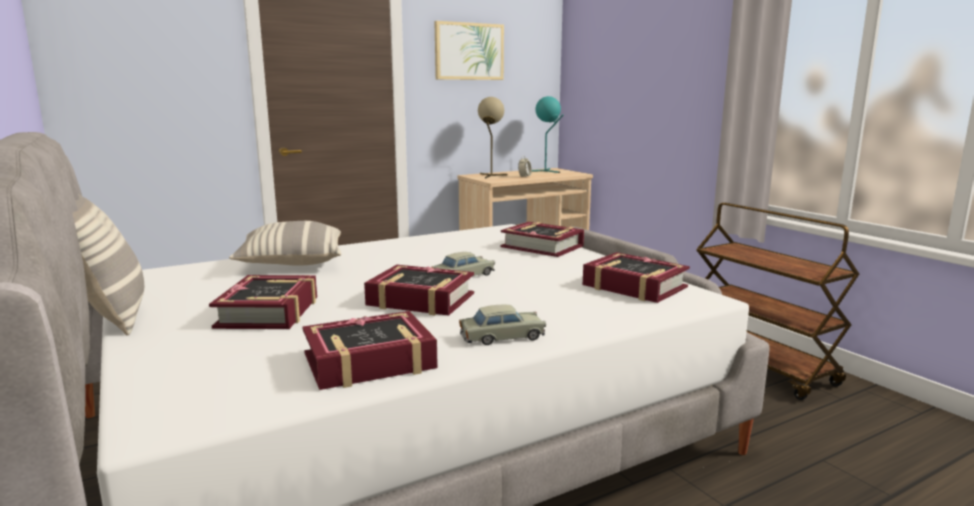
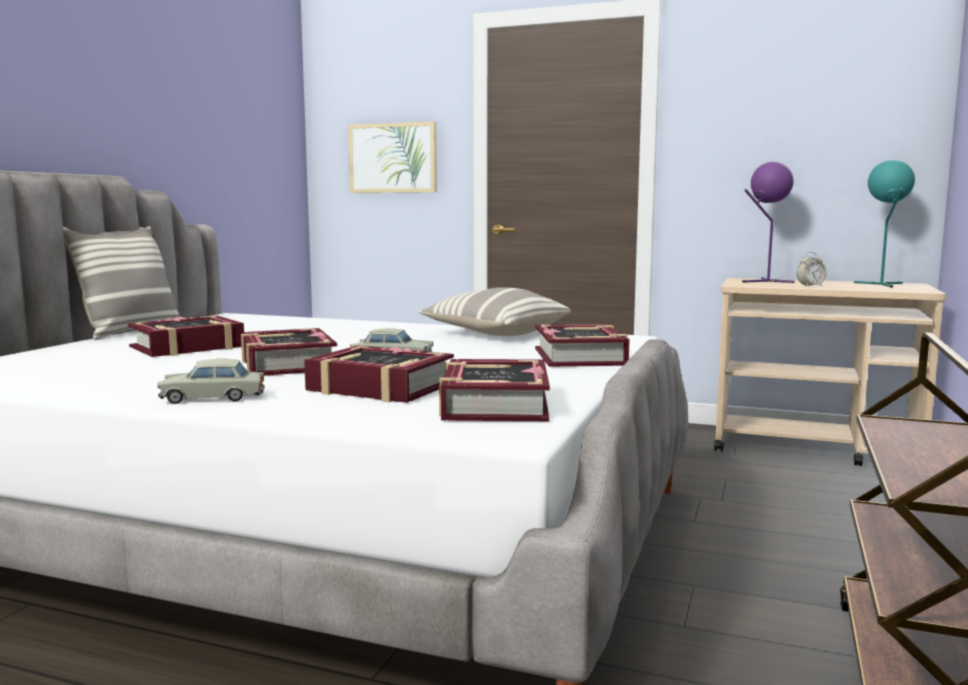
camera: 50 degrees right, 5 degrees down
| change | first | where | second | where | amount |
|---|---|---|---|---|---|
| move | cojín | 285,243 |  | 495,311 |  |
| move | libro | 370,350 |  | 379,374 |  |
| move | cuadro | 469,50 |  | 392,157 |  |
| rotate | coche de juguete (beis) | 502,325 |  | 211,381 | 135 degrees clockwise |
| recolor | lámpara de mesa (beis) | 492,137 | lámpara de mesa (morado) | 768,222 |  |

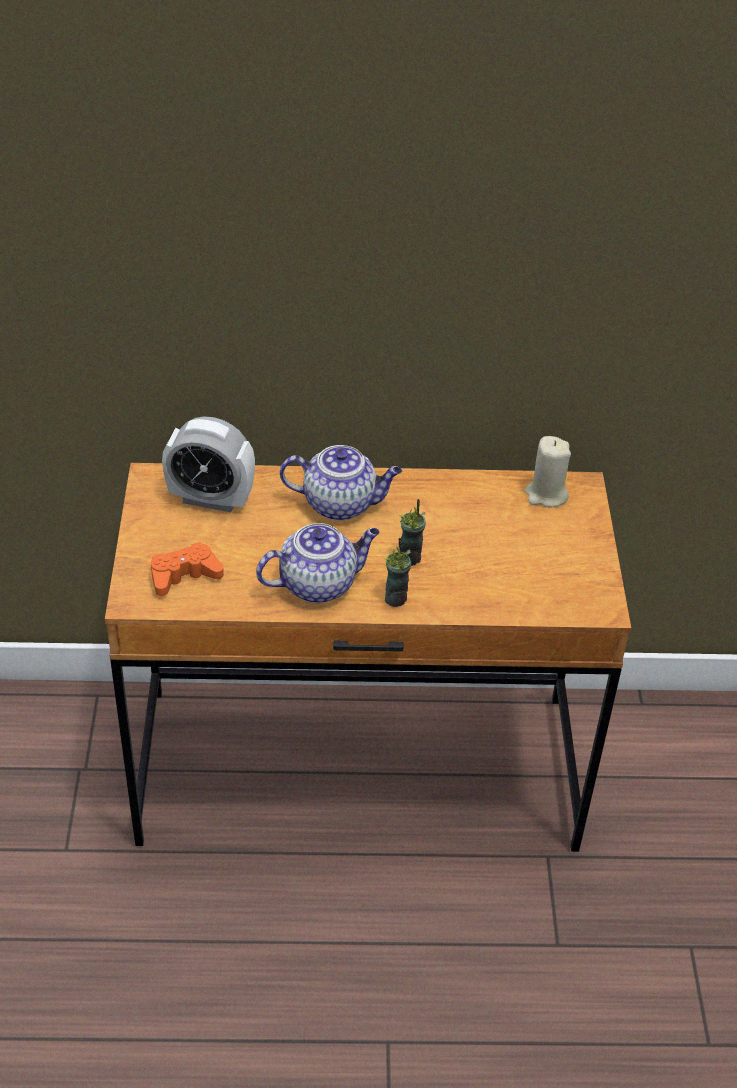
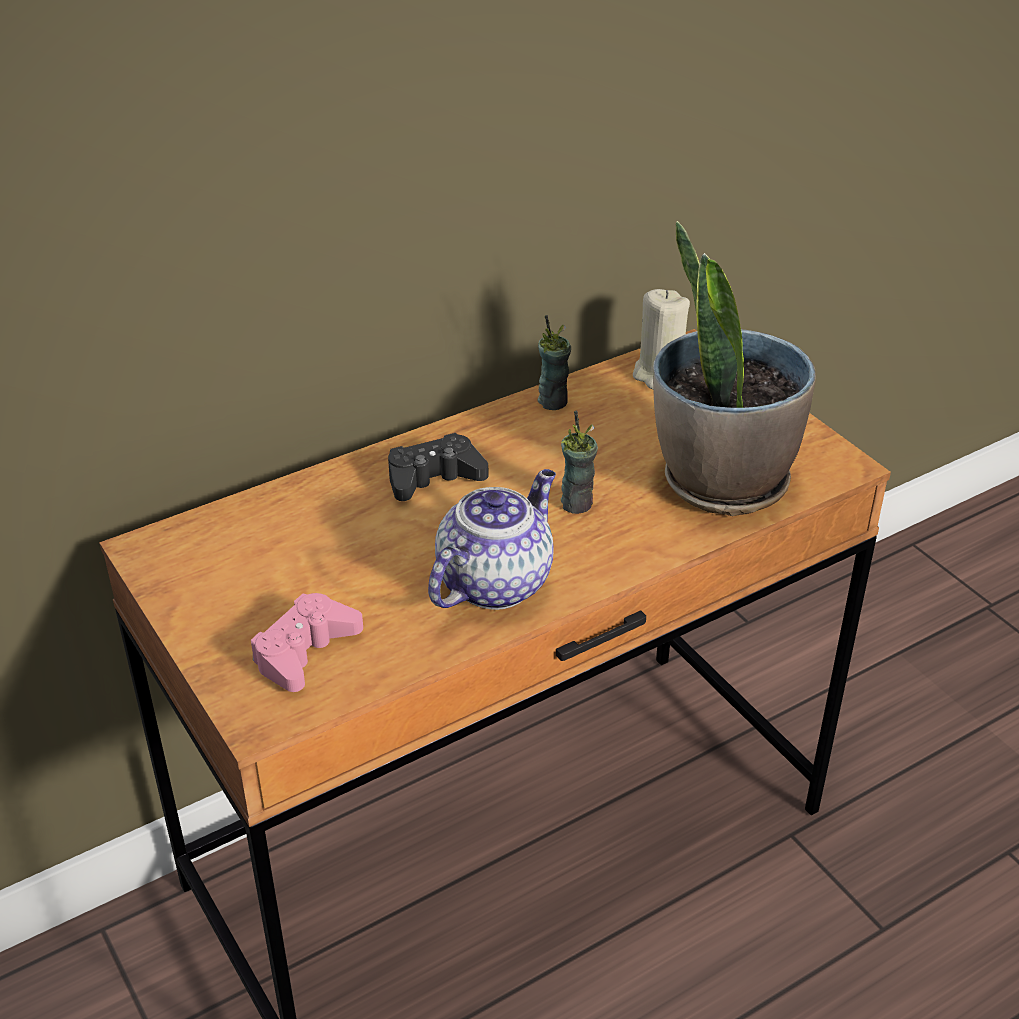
camera: 30 degrees left, 5 degrees down
| change | first | where | second | where | amount |
|---|---|---|---|---|---|
| recolor | mando de consola (naranja) | 187,569 | mando de consola (rosa) | 307,642 |  |
| delete | despertador | 208,464 |  |  |  |
| replace | tetera | 341,483 | mando de consola (negro) | 438,467 |  |
| move | taza | 397,572 |  | 554,362 |  |
| insert |  |  | planta en maceta | 734,368 |  |

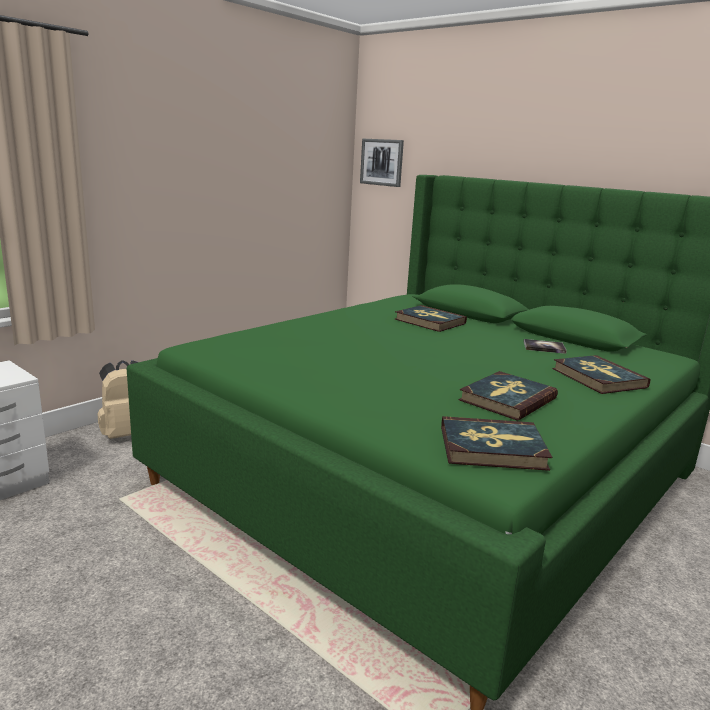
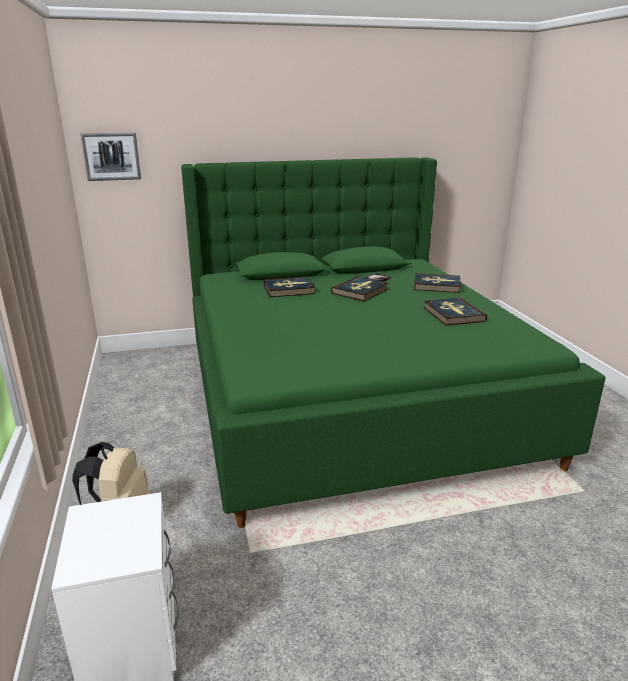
camera: 55 degrees left, 5 degrees up
| change | first | where | second | where | amount |
|---|---|---|---|---|---|
| move | libro | 496,443 |  | 359,288 |  |

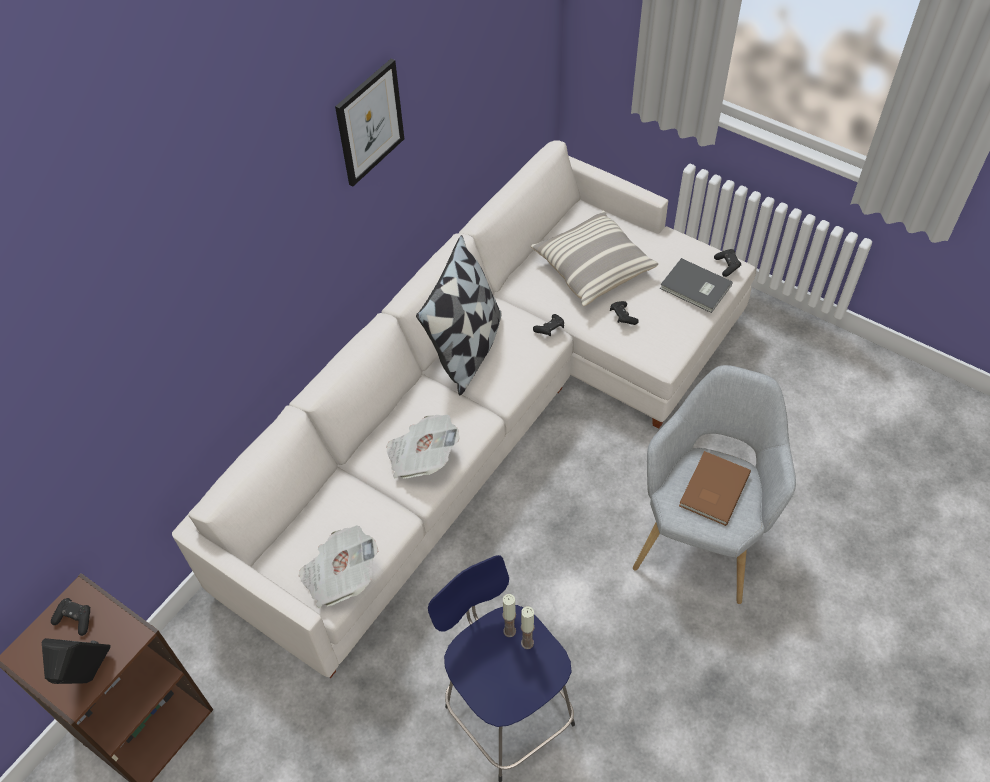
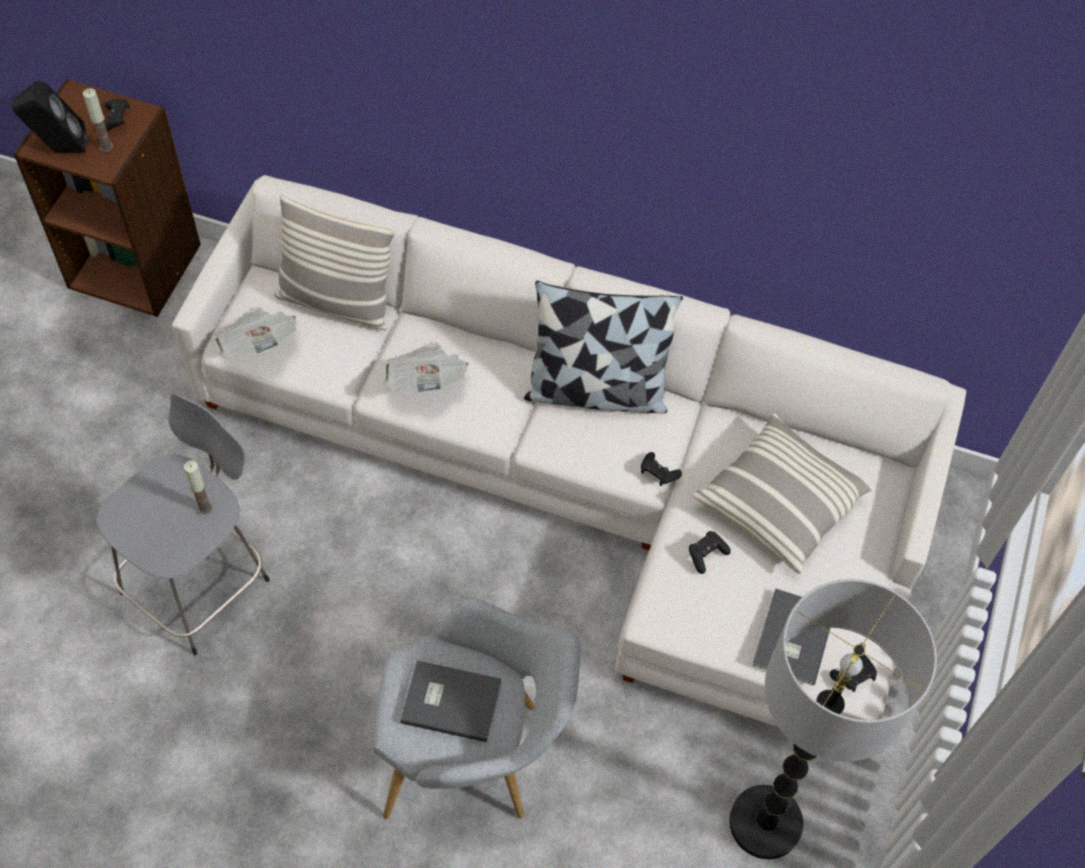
camera: 70 degrees right, 5 degrees up
| change | first | where | second | where | amount |
|---|---|---|---|---|---|
| delete | cuadro | 369,122 |  |  |  |
| recolor | taburete (azul) | 501,668 | taburete (gris) | 183,524 |  |
| move | vela | 527,627 |  | 98,120 |  |
| recolor | libro (marrón) | 715,488 | libro (gris) | 451,701 |  |
| insert |  |  | cojín | 334,262 |  |
| insert |  |  | lámpara de pie | 833,719 |  |

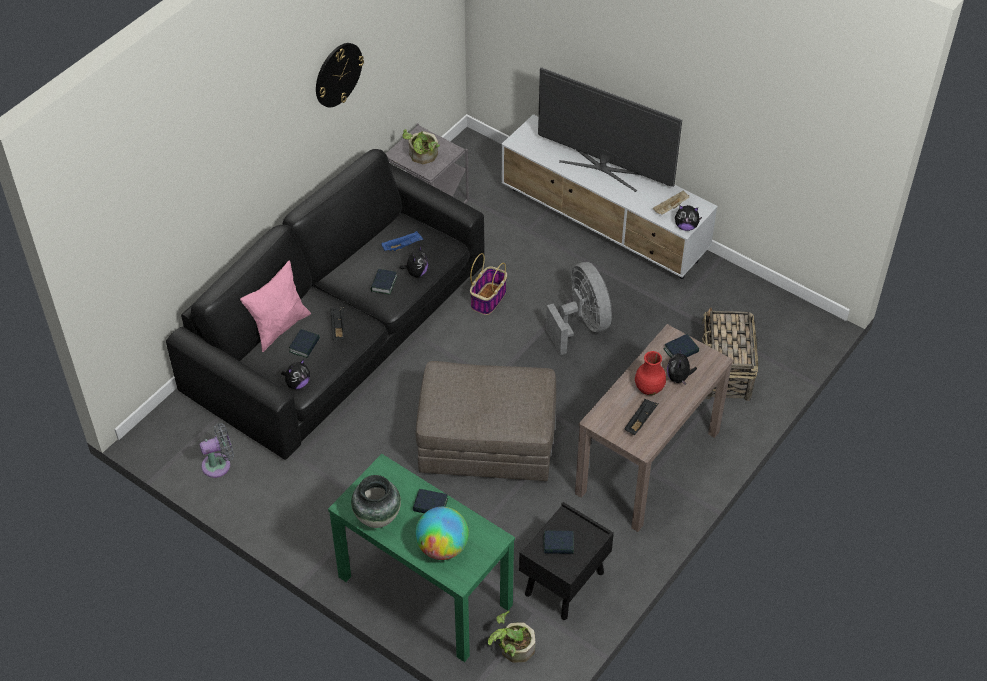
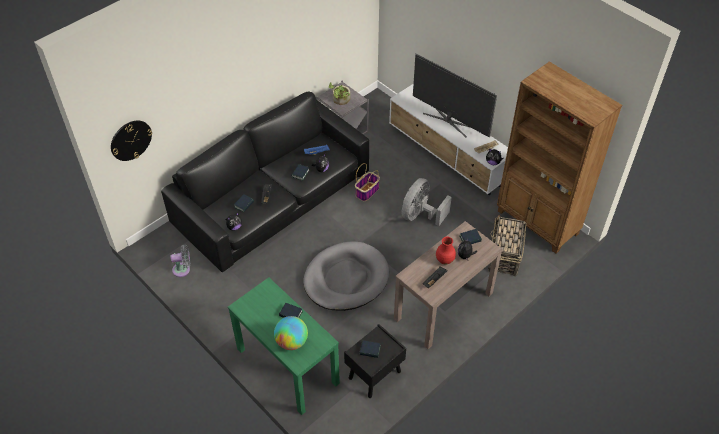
camera: 10 degrees right, 0 degrees up
| change | first | where | second | where | amount |
|---|---|---|---|---|---|
| delete | cojín (rosa) | 275,306 |  |  |  |
| move | reloj de pared | 340,75 |  | 131,141 |  |
| delete | florero | 376,501 |  |  |  |
| replace | puf (gris) | 486,421 | cama para perro (gris) | 346,276 |  |
| delete | planta en maceta | 511,637 |  |  |  |
| rotate | ventilador (gris) | 579,308 |  | 427,202 | 135 degrees counterclockwise |
| insert |  |  | estantería (marrón) | 559,158 |  |

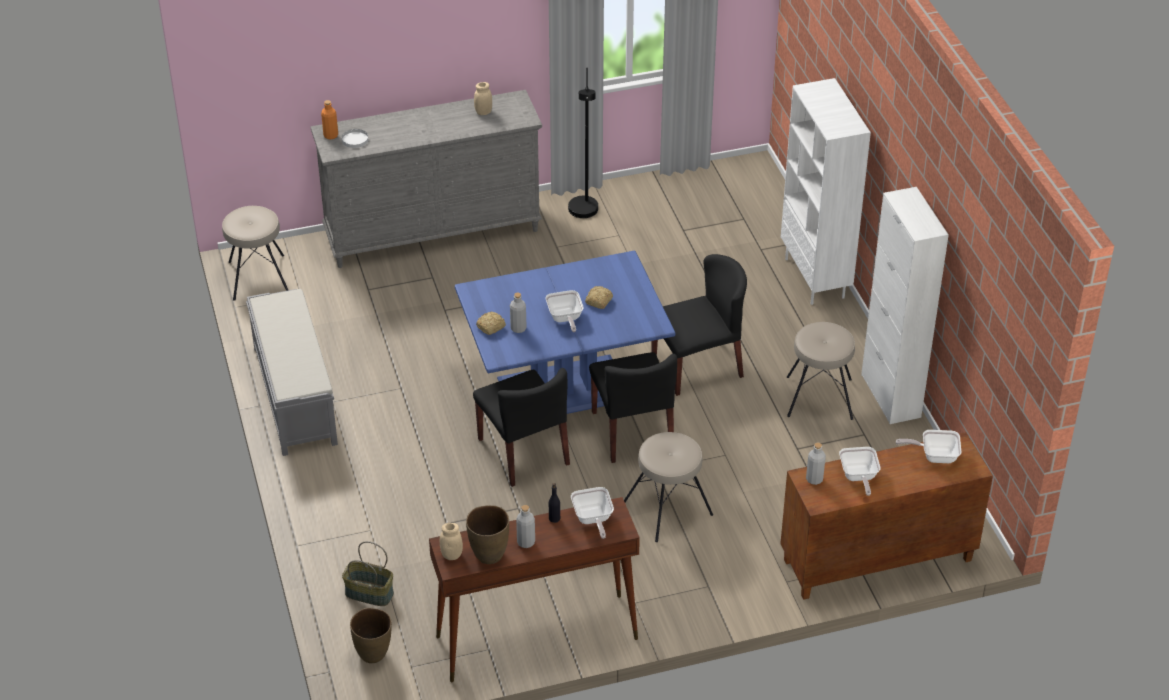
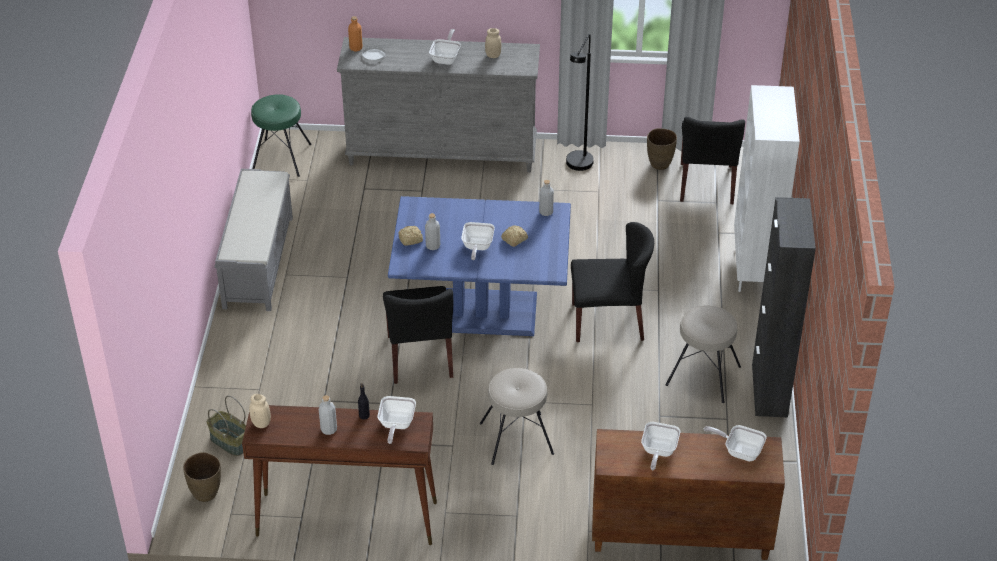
camera: 20 degrees right, 0 degrees up
| change | first | where | second | where | amount |
|---|---|---|---|---|---|
| recolor | taburete (beis) | 255,253 | taburete (verde) | 281,135 |  |
| move | florero (marrón) | 487,534 |  | 662,149 |  |
| move | silla (negro) | 633,407 |  | 712,160 |  |
| move | botella (gris) | 816,463 |  | 546,198 |  |
| recolor | armario (blanco) | 905,305 | armario (negro) | 784,307 |  |
| insert |  |  | sartén | 445,47 |  |

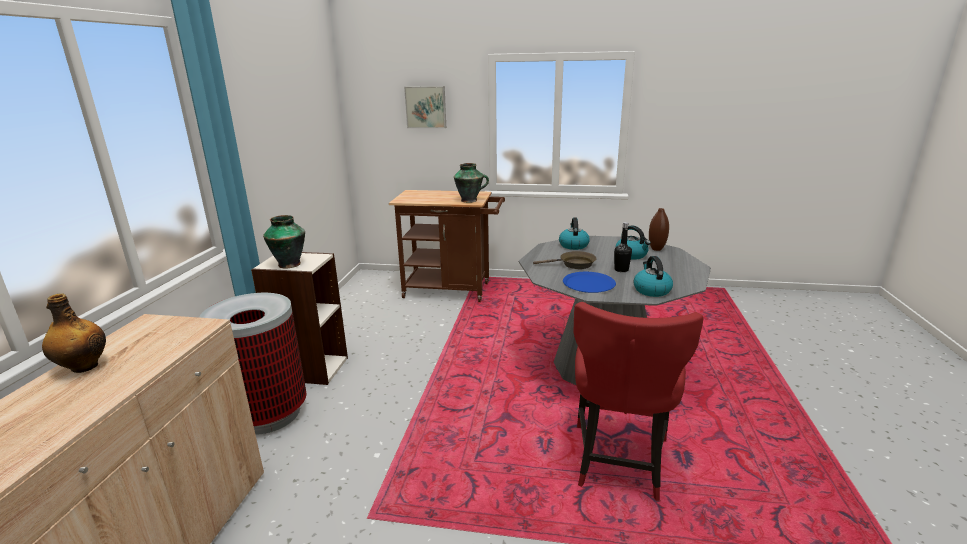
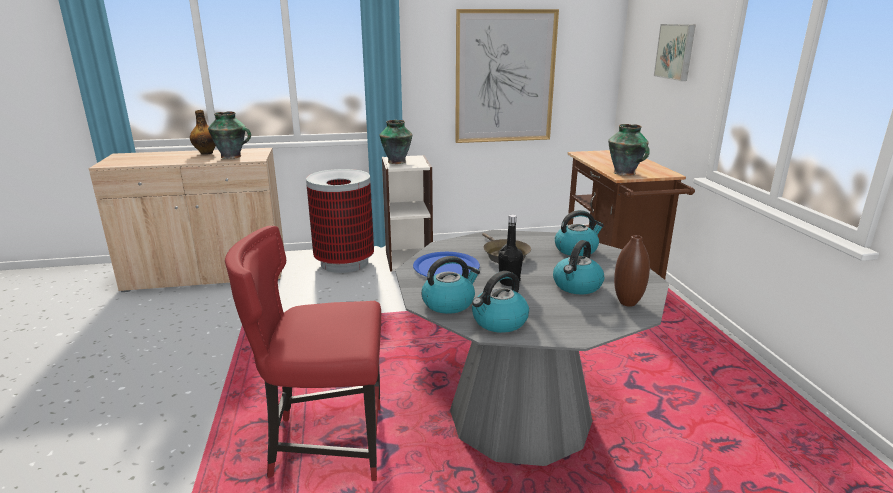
camera: 70 degrees right, 0 degrees up
| change | first | where | second | where | amount |
|---|---|---|---|---|---|
| insert |  |  | florero | 229,135 |  |
| insert |  |  | cuadro | 507,76 |  |
| insert |  |  | hervidor | 500,302 |  |

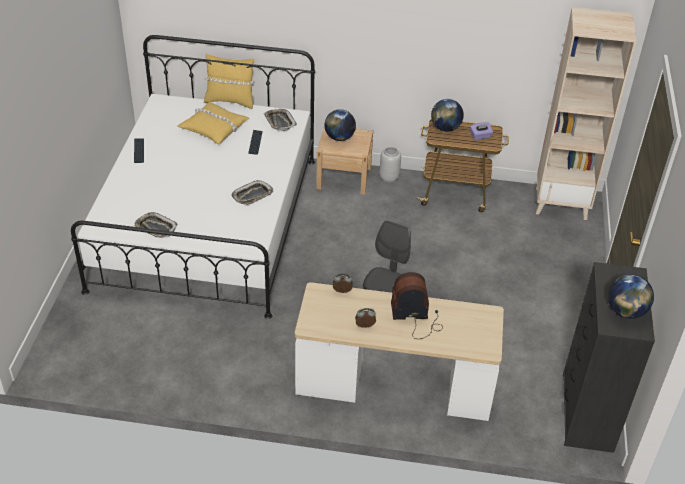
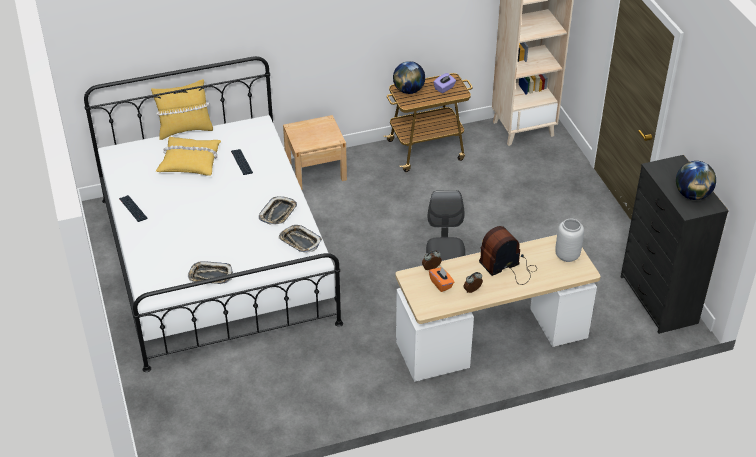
camera: 25 degrees left, 0 degrees up
| change | first | where | second | where | amount |
|---|---|---|---|---|---|
| move | bandeja | 280,120 |  | 300,239 |  |
| delete | globo terráqueo | 340,125 |  |  |  |
| move | florero (gris) | 390,164 |  | 569,240 |  |
| insert |  |  | caja de pañuelos (naranja) | 441,279 |  |

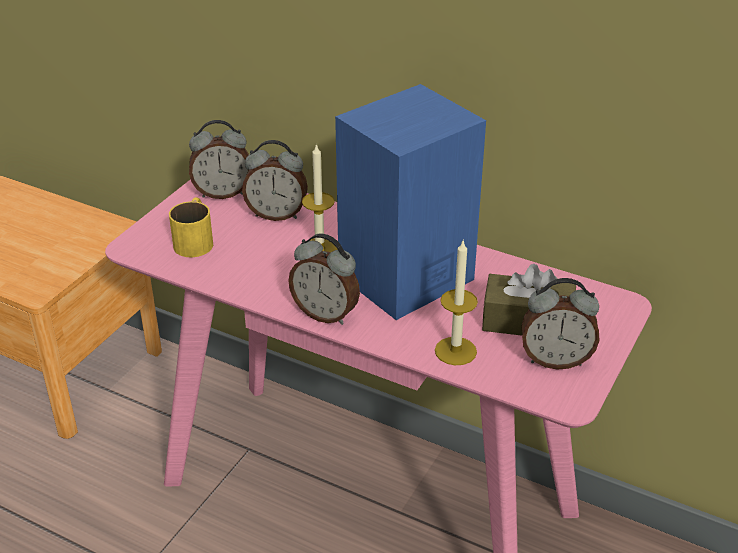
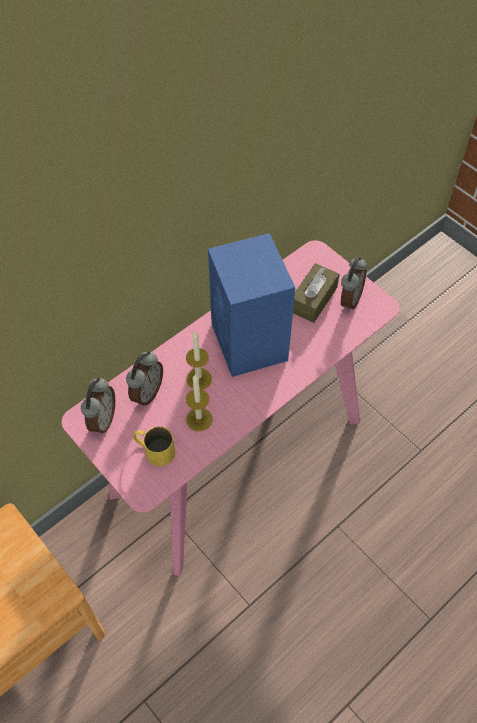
camera: 70 degrees left, 20 degrees up
| change | first | where | second | where | amount |
|---|---|---|---|---|---|
| delete | despertador | 324,279 |  |  |  |
| move | vela | 456,303 |  | 199,403 |  |

